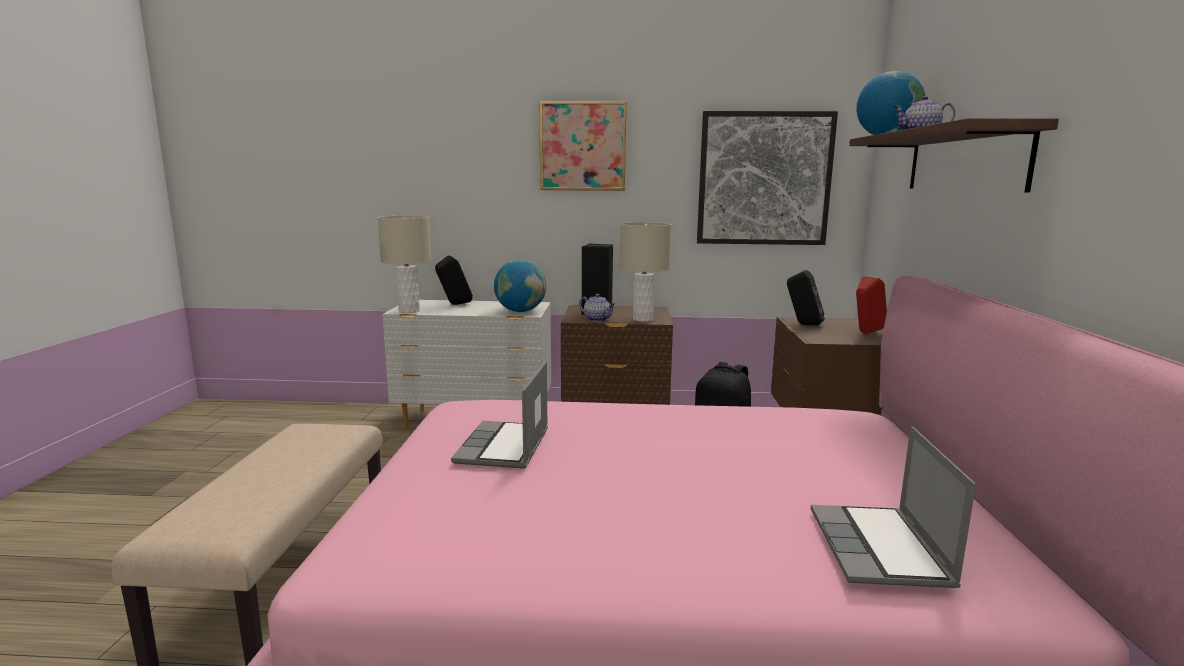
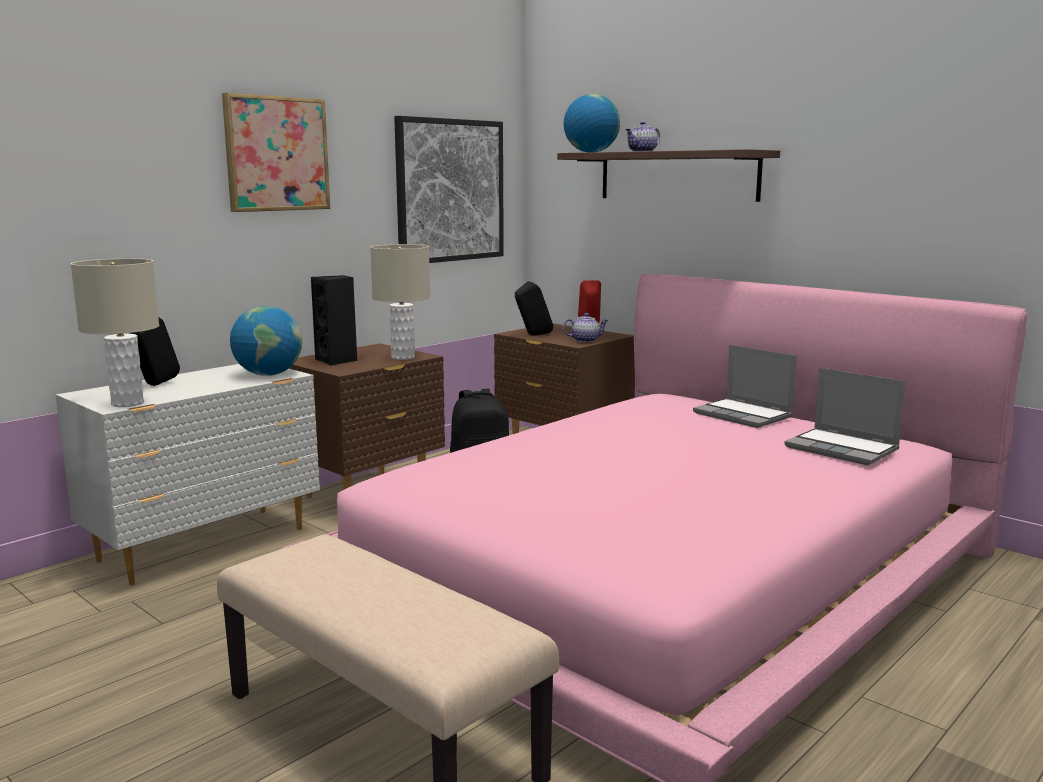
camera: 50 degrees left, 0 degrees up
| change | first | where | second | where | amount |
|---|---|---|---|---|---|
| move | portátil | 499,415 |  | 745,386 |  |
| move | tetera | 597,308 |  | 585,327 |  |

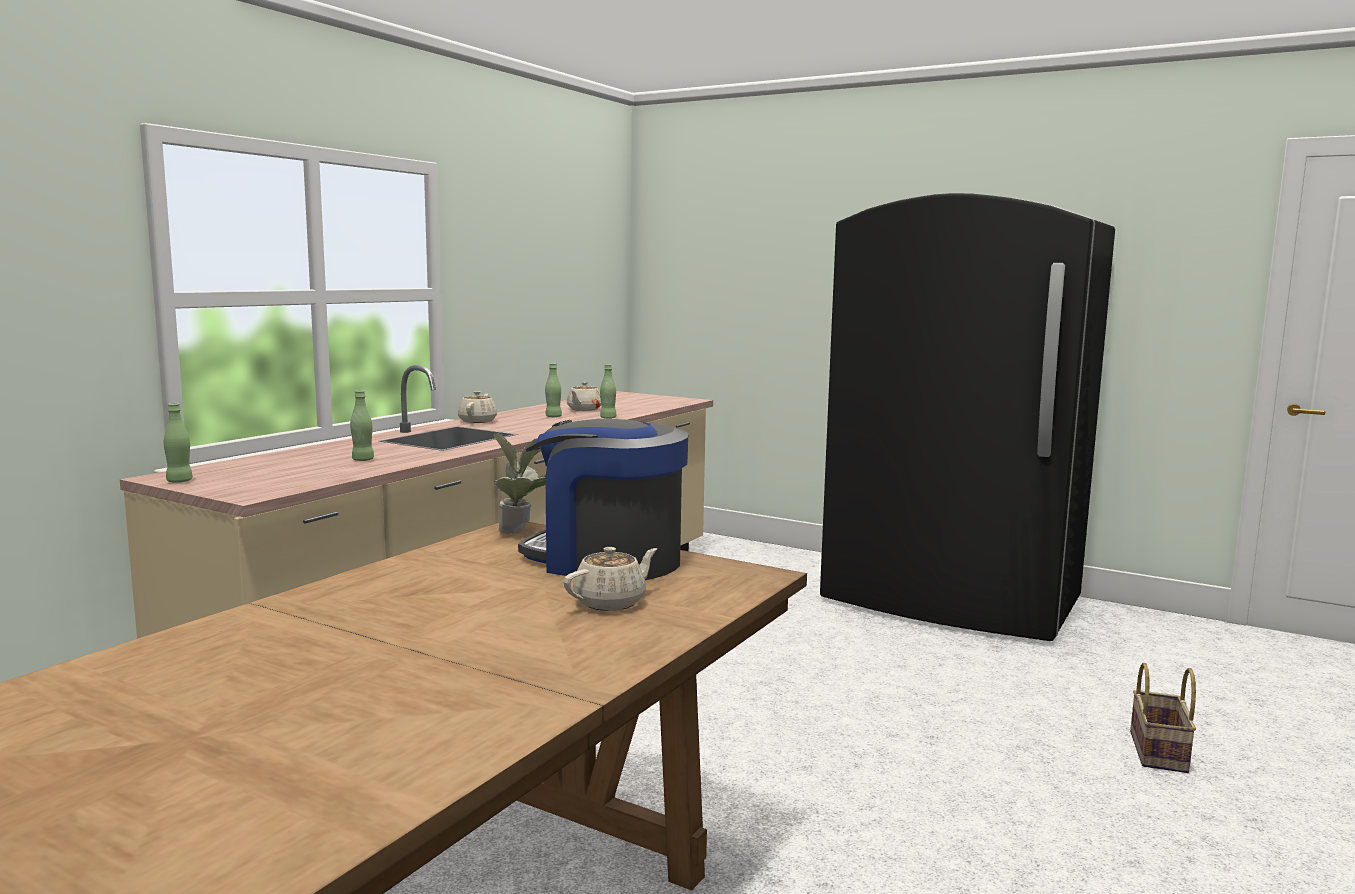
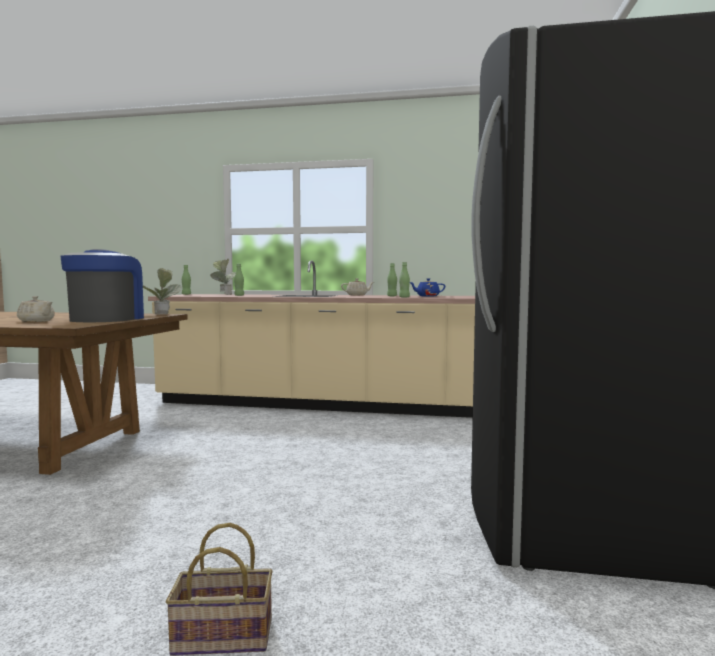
camera: 70 degrees right, 5 degrees down
| change | first | where | second | where | amount |
|---|---|---|---|---|---|
| recolor | tetera (beis) | 584,396 | tetera (azul) | 427,287 |  |
| insert |  |  | planta en maceta | 223,277 |  |

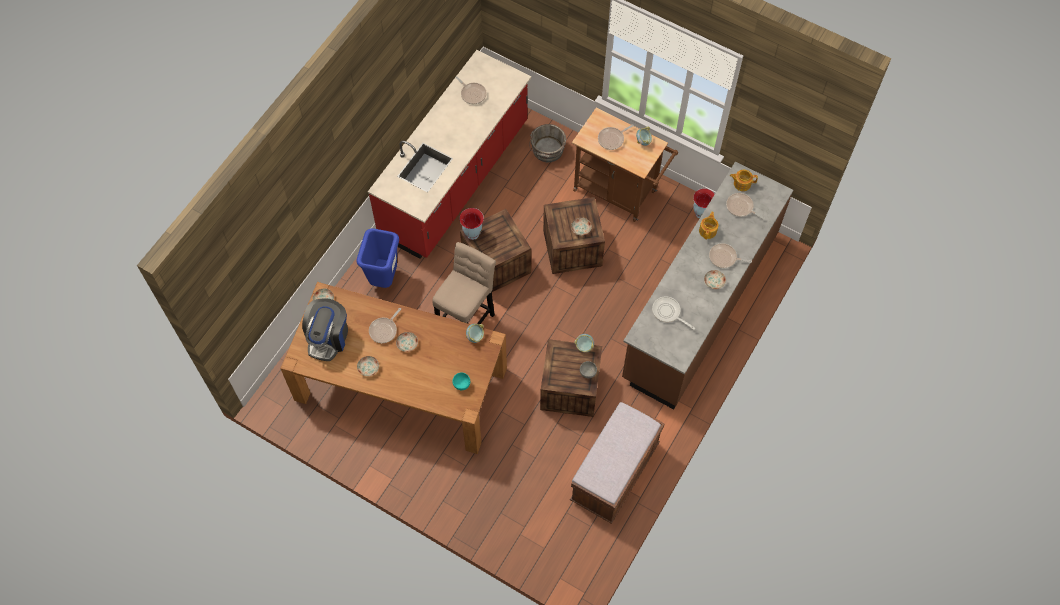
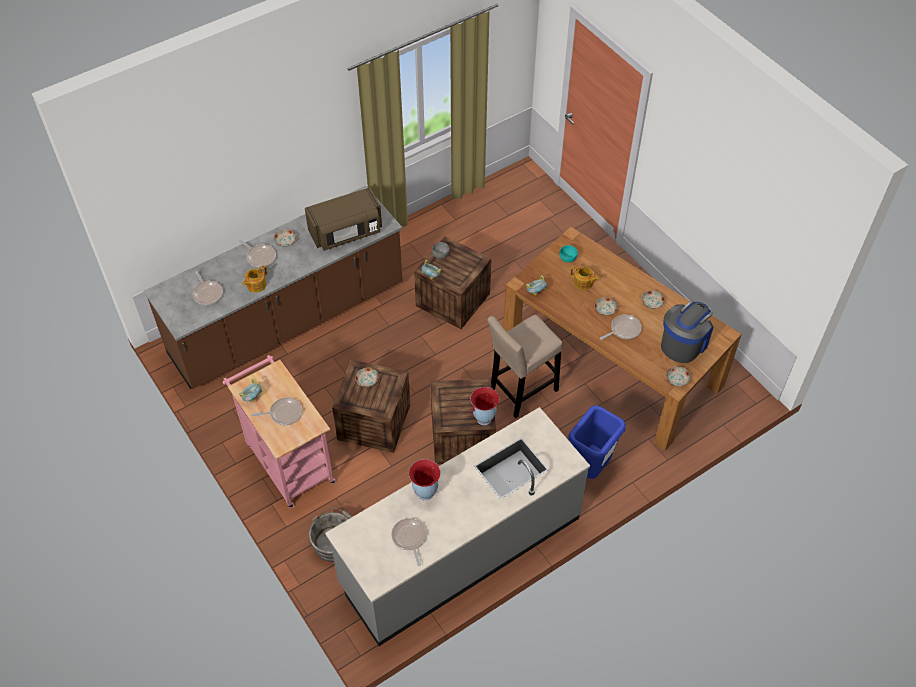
camera: 155 degrees left, 10 degrees down
| change | first | where | second | where | amount |
|---|---|---|---|---|---|
| recolor | mueble bajo de cocina (rojo) | 449,154 | mueble bajo de cocina (gris) | 457,526 |  |
| delete | banco (marrón) | 617,462 |  |  |  |
| recolor | carrito (marrón) | 625,165 | carrito (rosa) | 279,431 |  |
| replace | sartén | 673,313 | microondas (marrón) | 343,219 |  |
| move | florero | 704,204 |  | 425,480 |  |
| move | tetera | 744,180 |  | 585,278 |  |

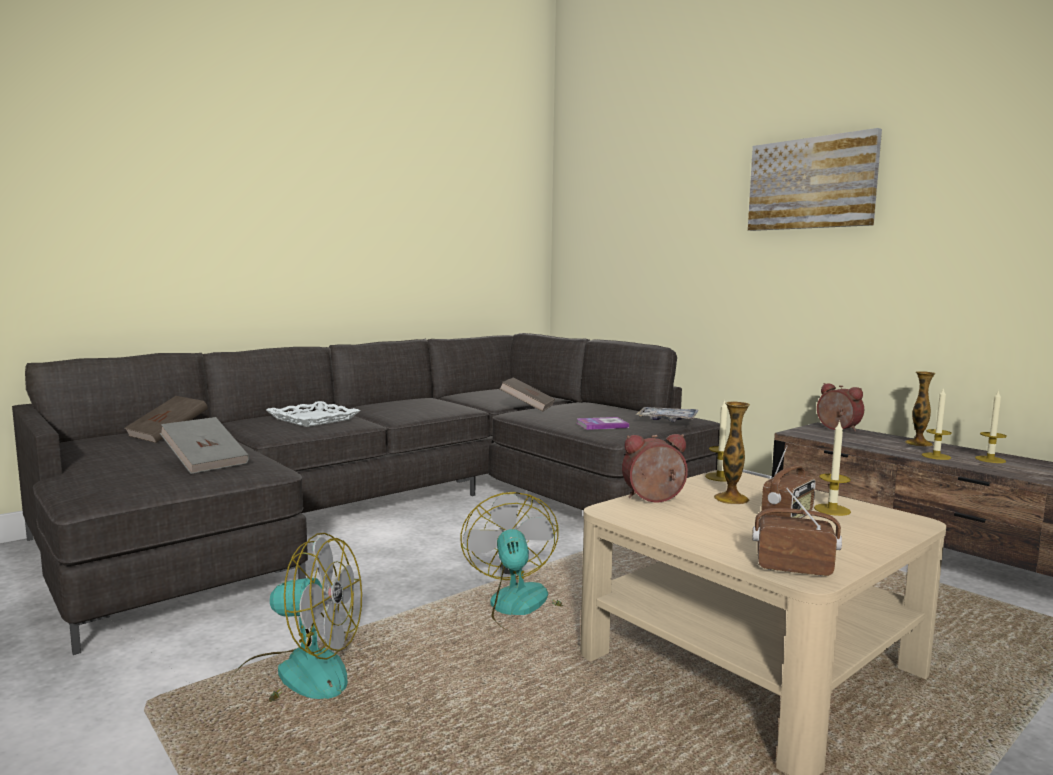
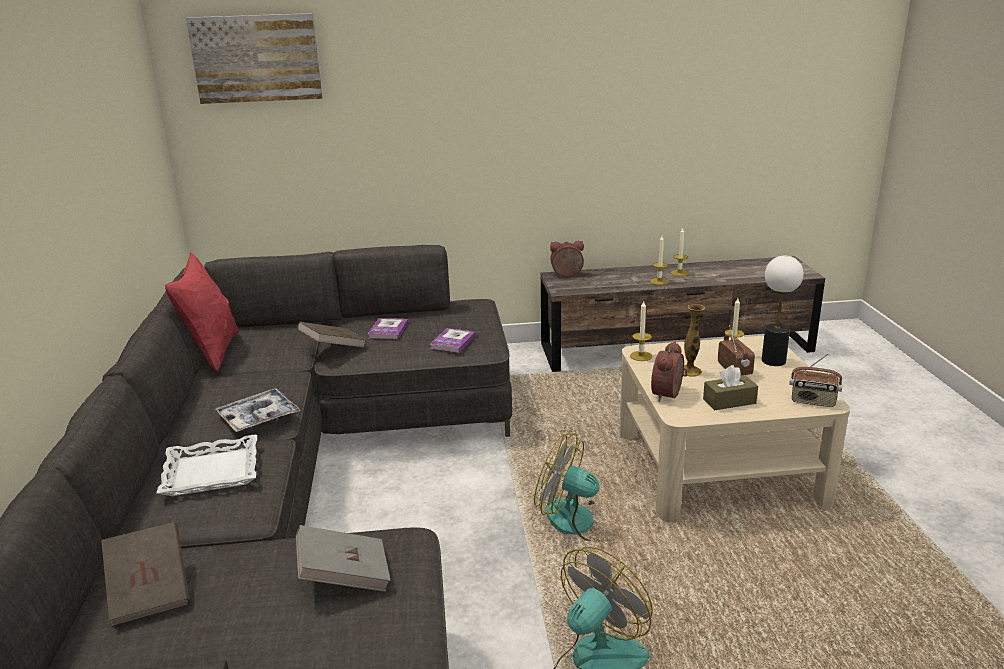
camera: 55 degrees left, 15 degrees up
| change | first | where | second | where | amount |
|---|---|---|---|---|---|
| move | bandeja | 667,414 |  | 258,410 |  |
| move | cuadro | 815,179 |  | 254,58 |  |
| rotate | radio | 797,532 |  | 815,380 | 120 degrees counterclockwise |
| delete | florero | 920,409 |  |  |  |
| insert |  |  | cojín (rojo) | 202,312 |  |
| insert |  |  | libro | 388,328 |  |
| insert |  |  | caja de pañuelos (marrón) | 730,387 |  |
| insert |  |  | lámpara de mesa | 783,311 |  |

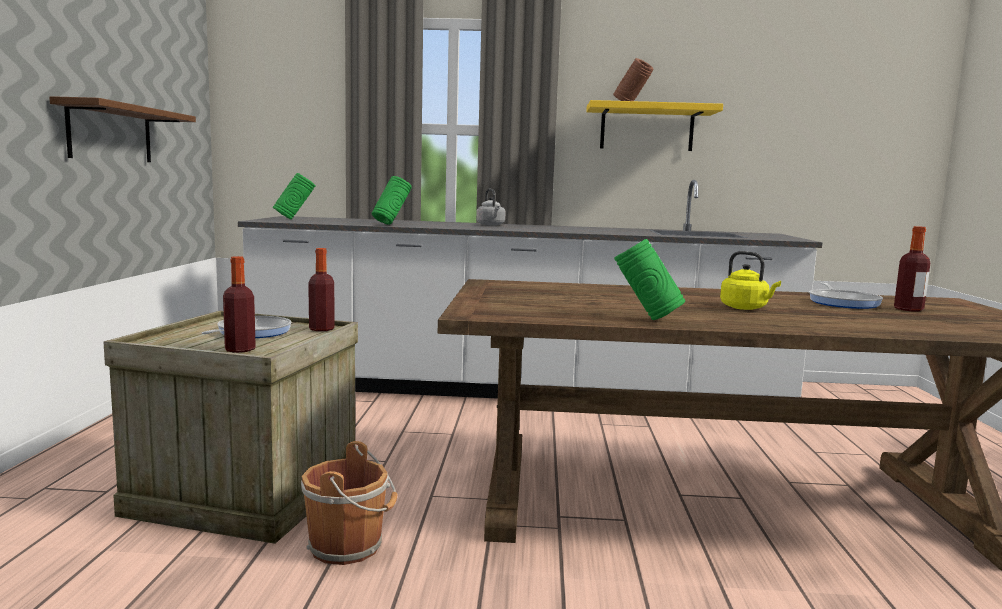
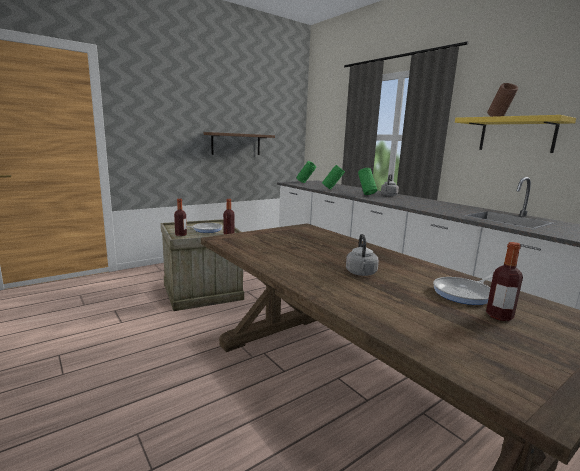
camera: 50 degrees right, 5 degrees up
| change | first | where | second | where | amount |
|---|---|---|---|---|---|
| delete | cubo (marrón) | 349,503 |  |  |  |
| move | florero (verde) | 649,279 |  | 367,181 |  |
| recolor | hervidor (amarillo) | 750,280 | hervidor (gris) | 362,255 |  |

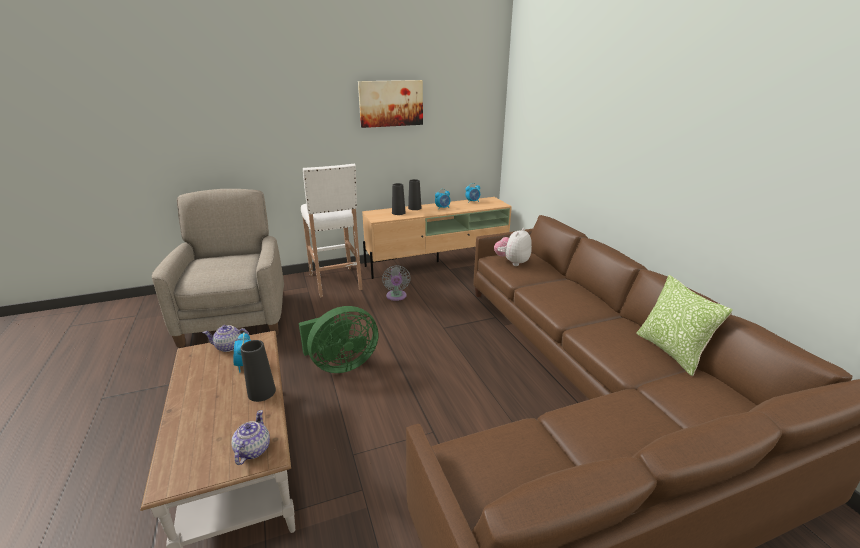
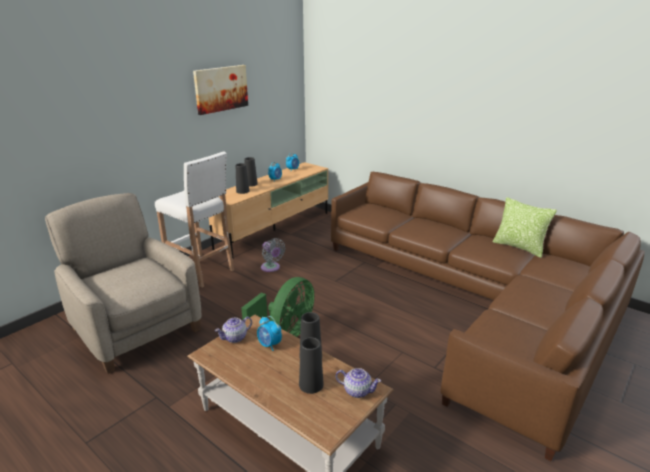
camera: 30 degrees left, 0 degrees up
| change | first | where | second | where | amount |
|---|---|---|---|---|---|
| rotate | tetera | 250,437 |  | 358,383 | 135 degrees clockwise |
| delete | peluche | 513,247 |  |  |  |
| insert |  |  | florero (negro) | 311,365 |  |

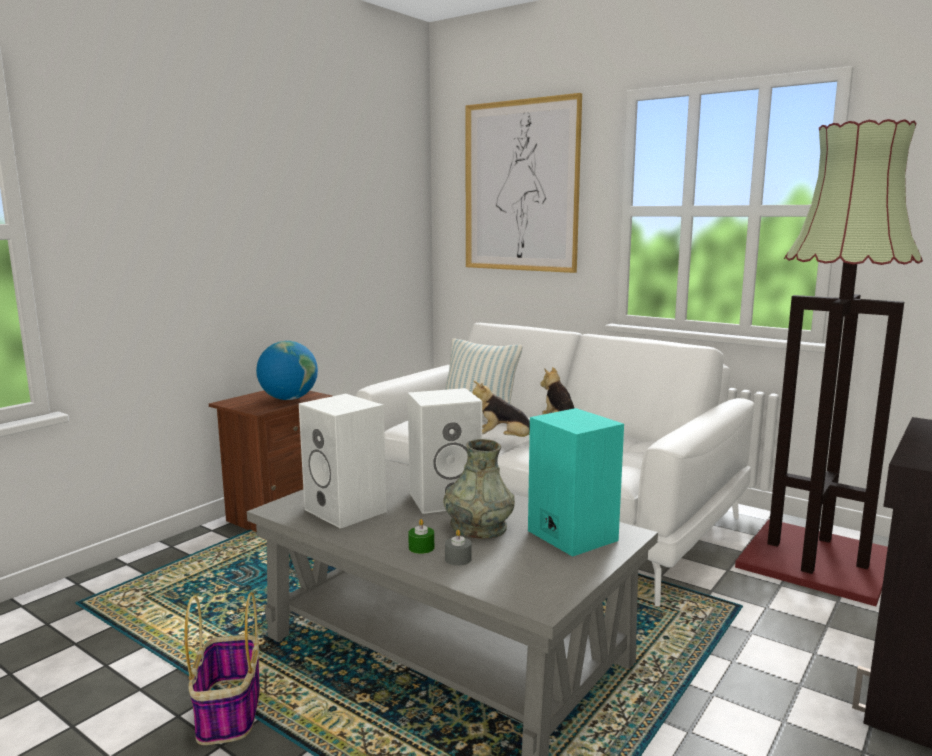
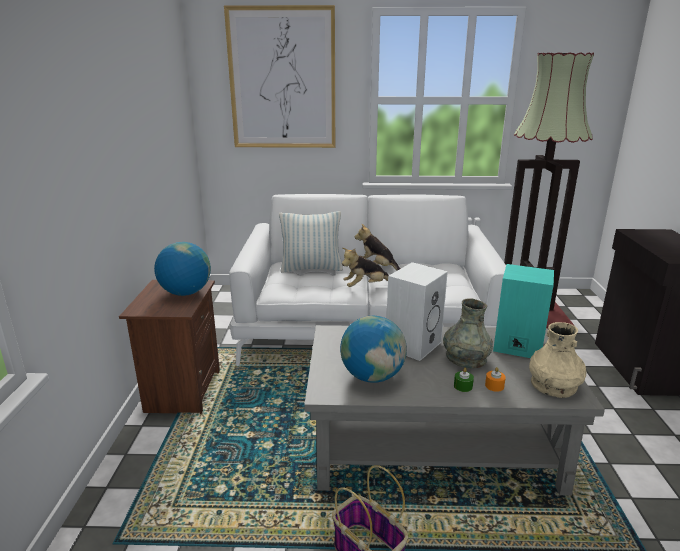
camera: 35 degrees left, 10 degrees up
| change | first | where | second | where | amount |
|---|---|---|---|---|---|
| replace | altavoz (blanco) | 343,461 | globo terráqueo | 373,349 |  |
| recolor | vela (gris) | 458,547 | vela (naranja) | 495,379 |  |
| insert |  |  | florero (beis) | 557,360 |  |

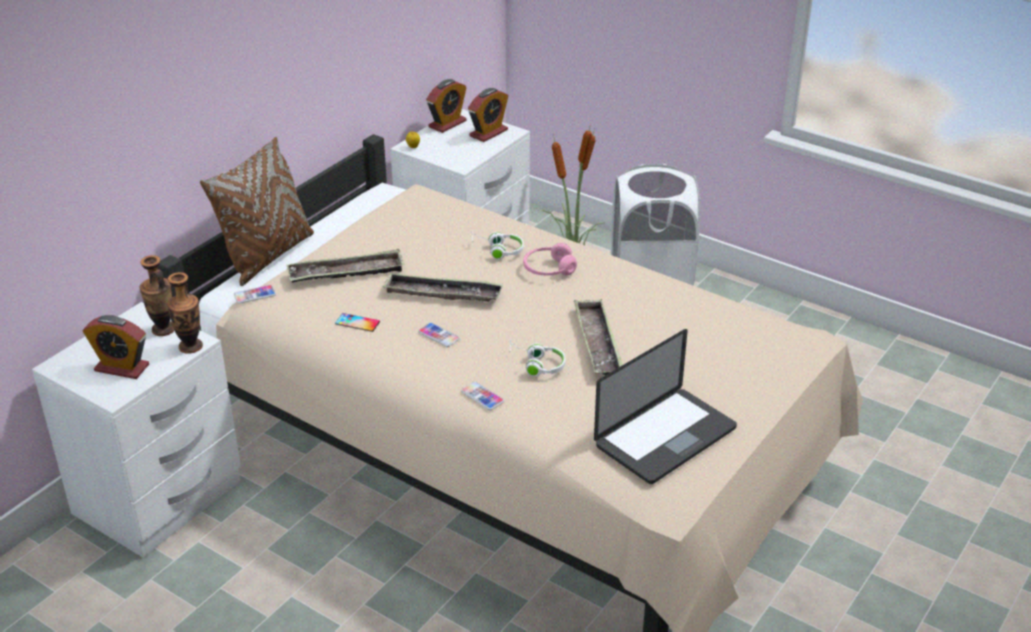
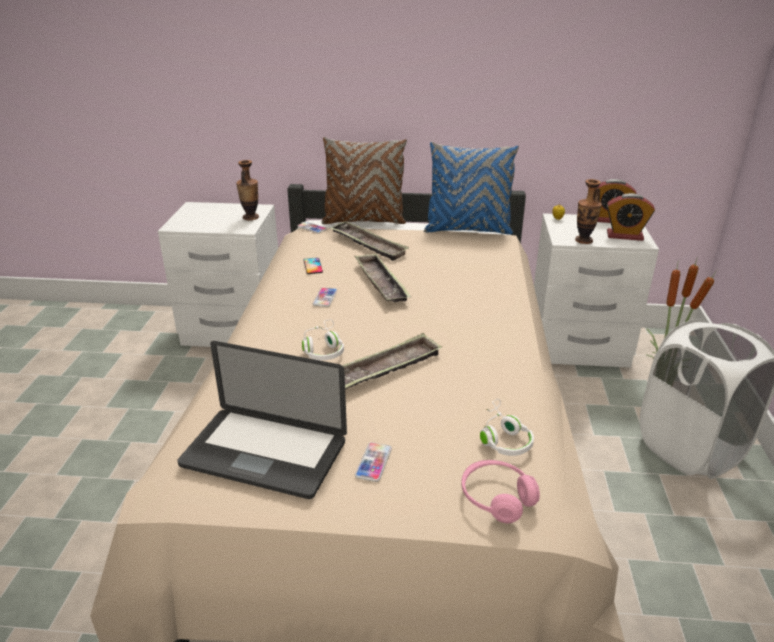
camera: 60 degrees right, 5 degrees down
| change | first | where | second | where | amount |
|---|---|---|---|---|---|
| delete | despertador | 116,347 |  |  |  |
| move | florero | 185,313 |  | 588,211 |  |
| move | móvil | 482,396 |  | 373,462 |  |
| move | auriculares (blanco) | 498,245 |  | 507,427 |  |
| move | auriculares (rosa) | 550,259 |  | 500,491 |  |
| insert |  |  | cojín (azul) | 471,188 |  |

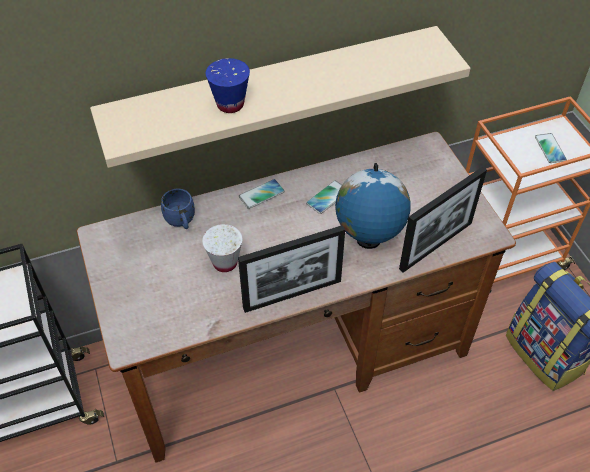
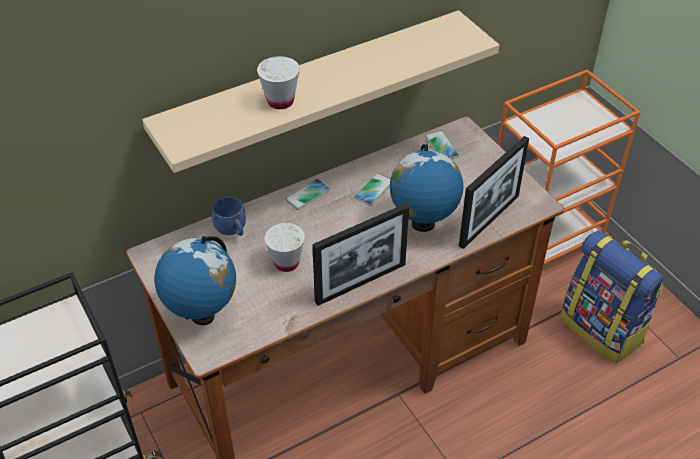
camera: 10 degrees left, 5 degrees down
| change | first | where | second | where | amount |
|---|---|---|---|---|---|
| recolor | taza (azul) | 228,85 | taza (blanco) | 278,82 |  |
| move | móvil | 551,148 |  | 442,144 |  |
| insert |  |  | globo terráqueo | 195,280 |  |

